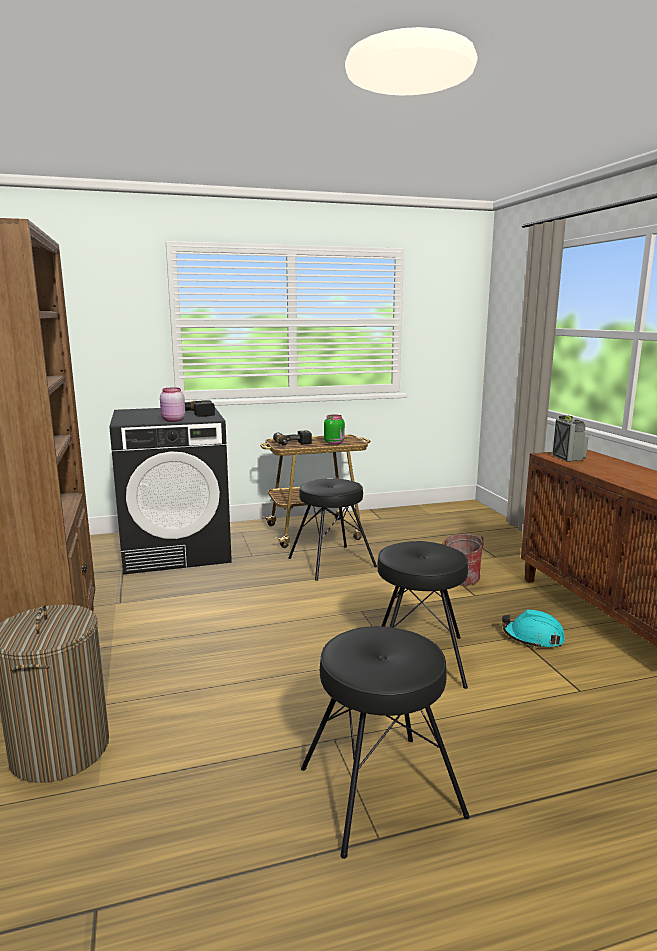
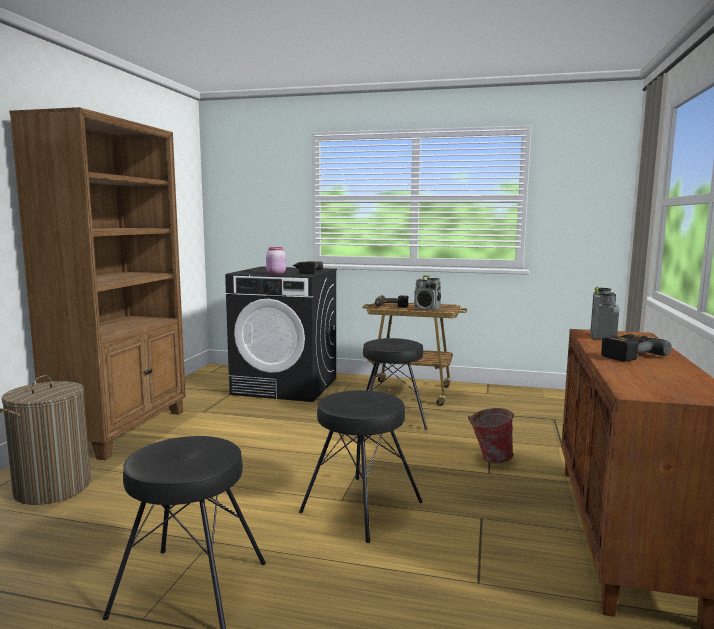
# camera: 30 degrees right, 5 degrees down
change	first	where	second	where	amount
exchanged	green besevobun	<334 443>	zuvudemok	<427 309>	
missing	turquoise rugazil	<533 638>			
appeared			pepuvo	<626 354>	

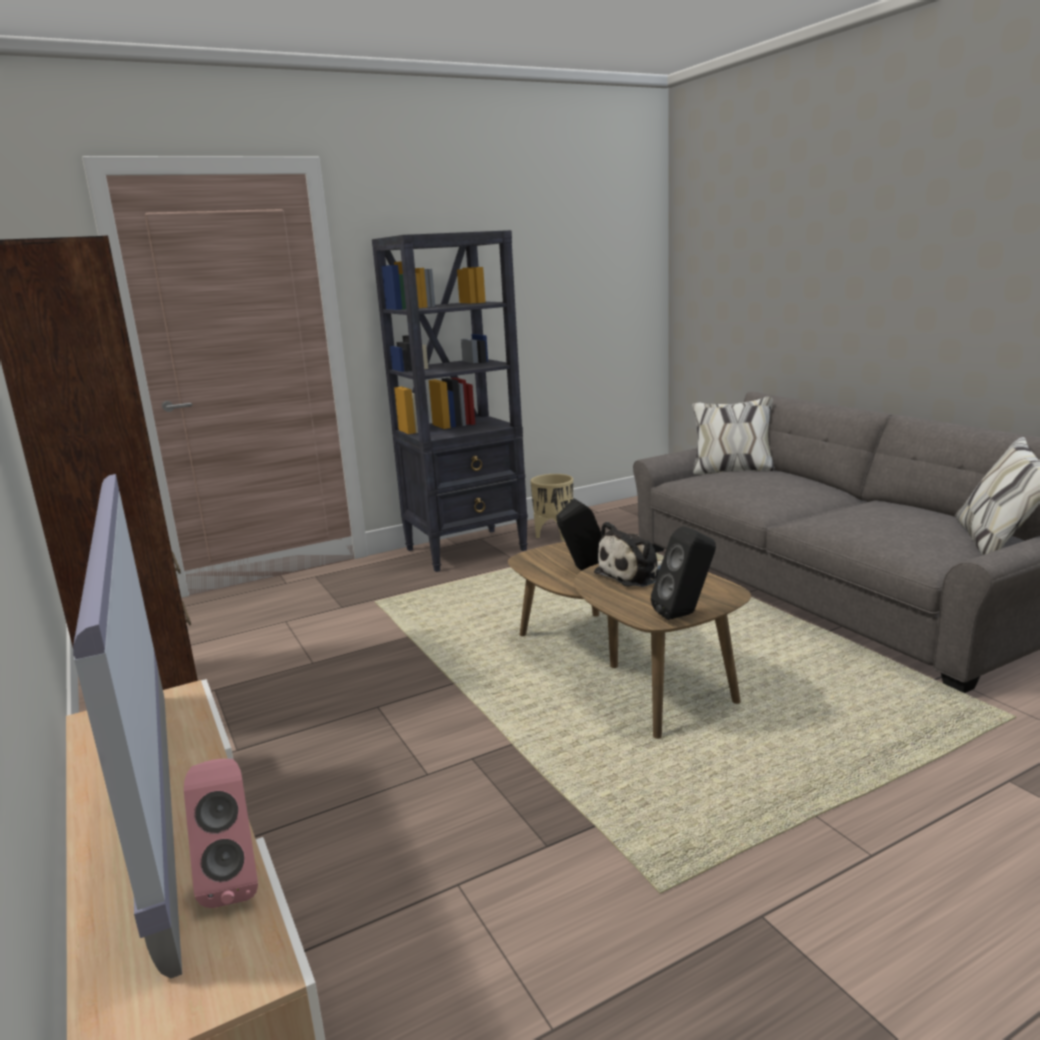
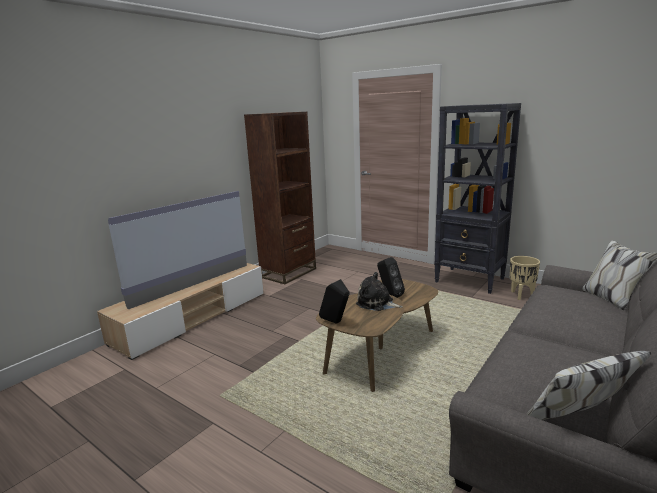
# camera: 65 degrees right, 0 degrees up
change	first	where	second	where	amount
missing	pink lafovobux	<234 881>			

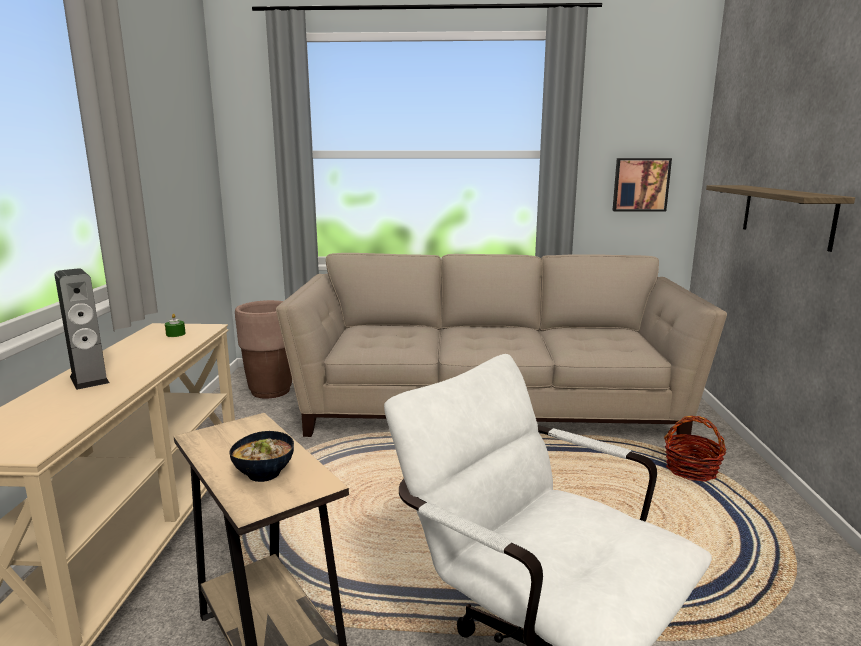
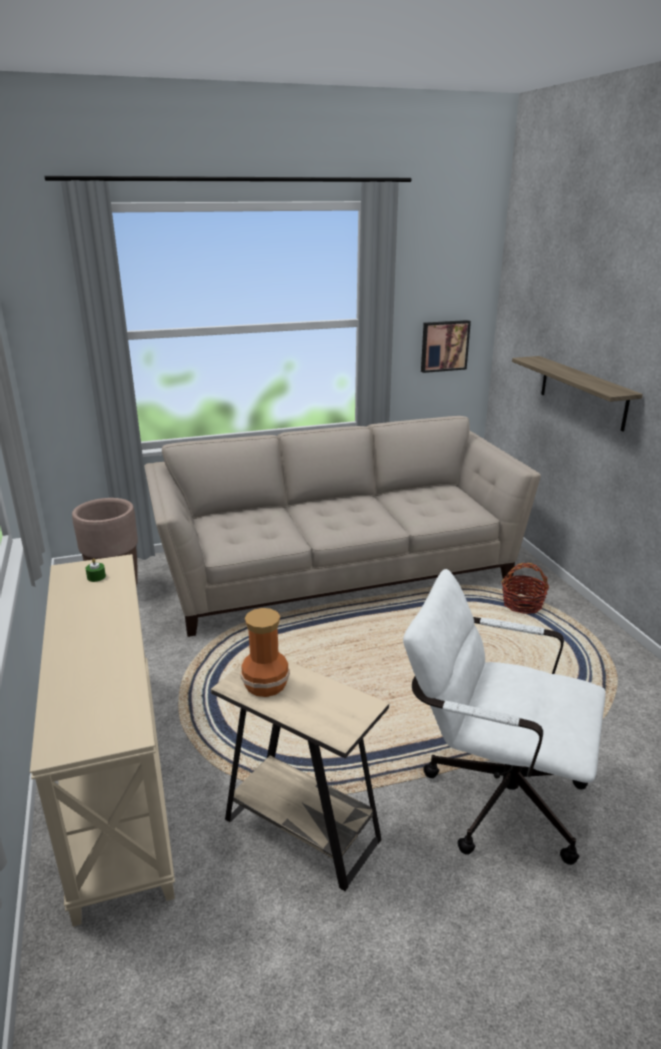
# camera: 20 degrees left, 10 degrees up
change	first	where	second	where	amount
missing	lafovobux	<89 380>			
missing	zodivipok	<265 473>			
appeared			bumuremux	<265 685>	

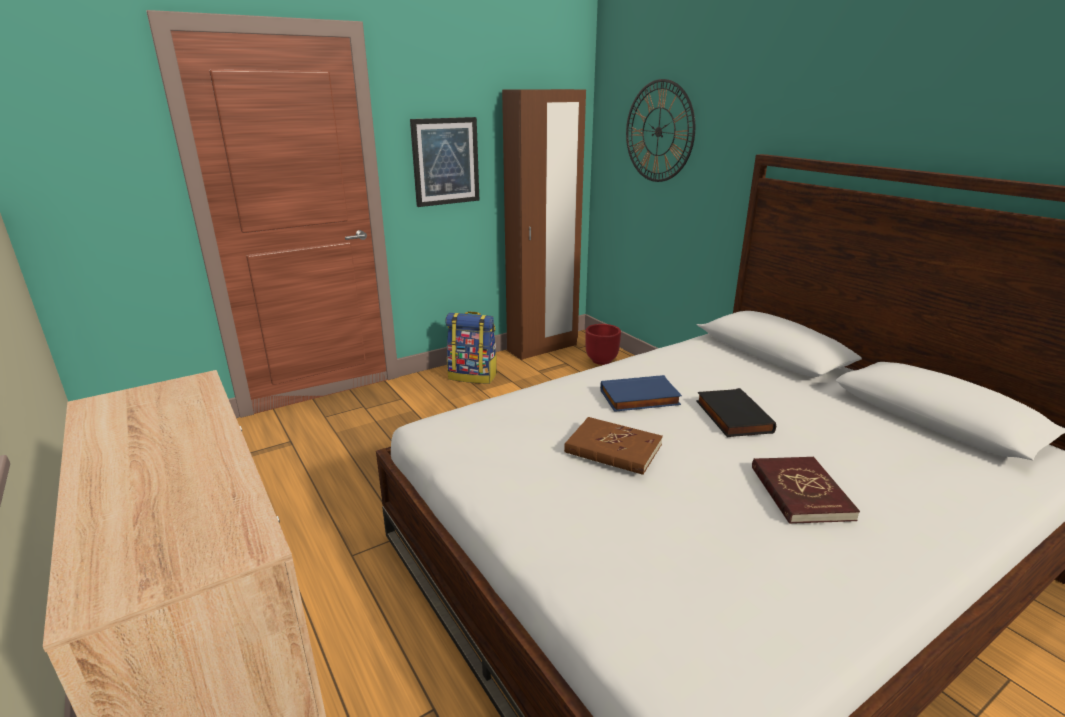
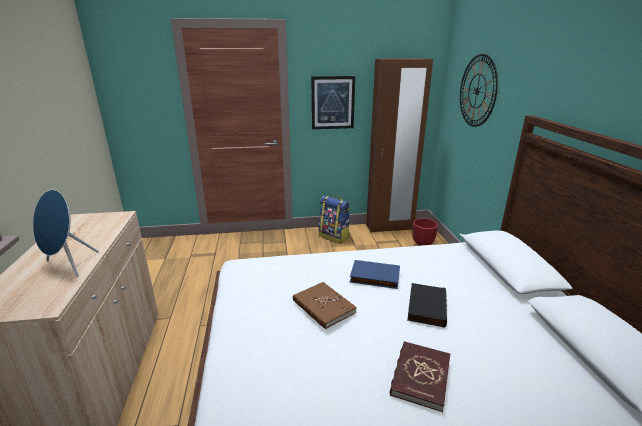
# camera: 25 degrees right, 0 degrees up
change	first	where	second	where	amount
appeared			blue lafovobux	<69 266>	

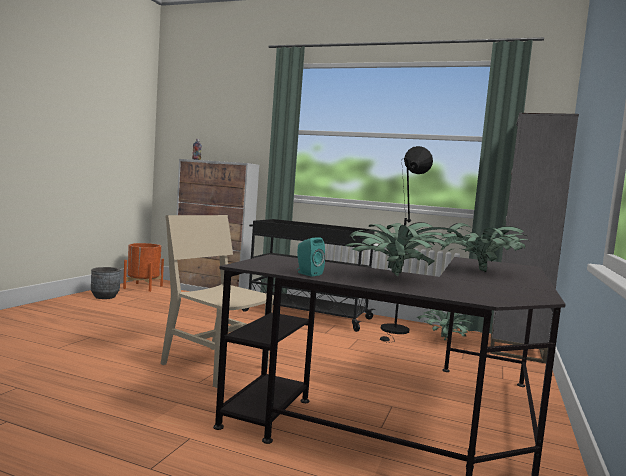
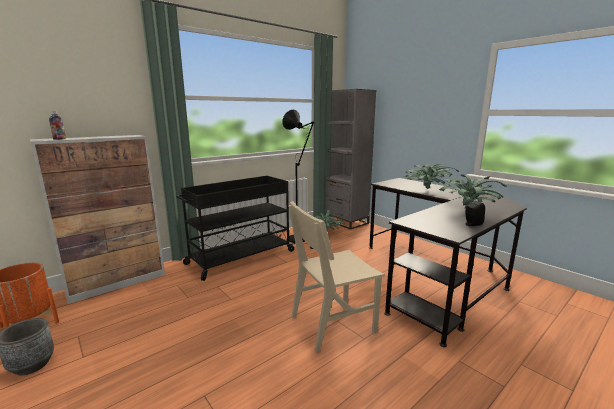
# camera: 60 degrees left, 10 degrees up
change	first	where	second	where	amount
colour	turquoise lafovobux	<307 274>	black lafovobux	<472 224>	

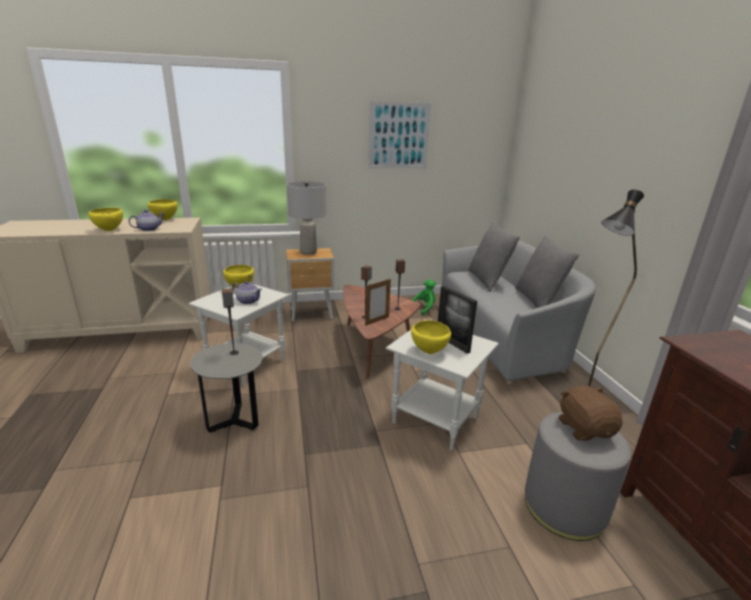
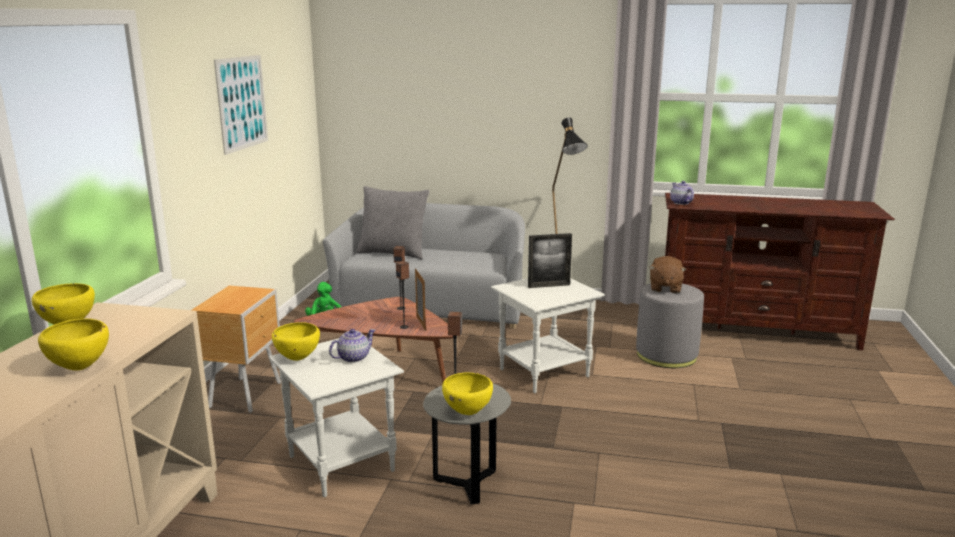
# camera: 65 degrees left, 5 degrees down
change	first	where	second	where	amount
missing	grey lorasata	<308 252>			
relocated	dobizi	<148 229>		<681 203>	
missing	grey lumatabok	<538 300>			
relocated	yellow zodivipok	<429 352>		<468 412>	
spun	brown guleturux	<584 428>		<665 288>	90 degrees counterclockwise

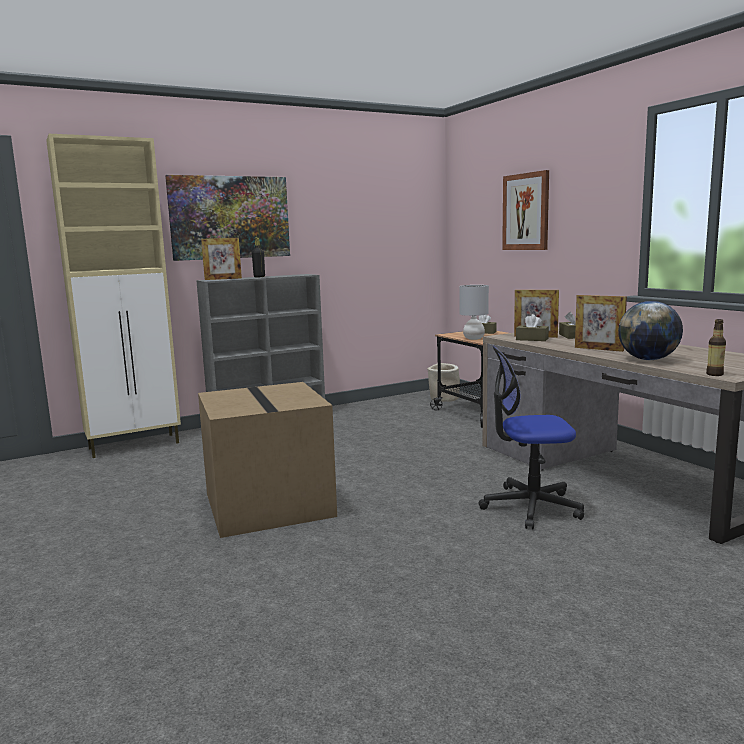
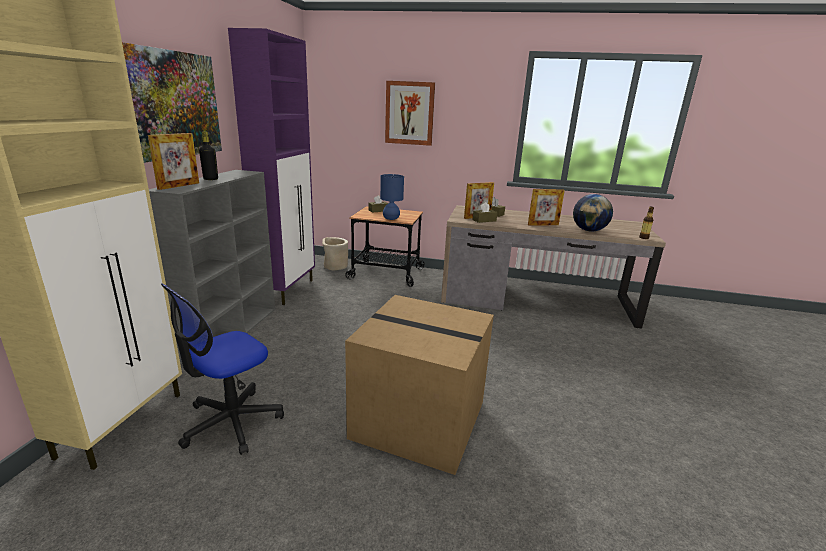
# camera: 50 degrees left, 10 degrees up
change	first	where	second	where	amount
colour	grey lorasata	<473 338>	blue lorasata	<391 218>	
relocated	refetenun	<530 507>		<231 422>	
appeared			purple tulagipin	<287 290>	

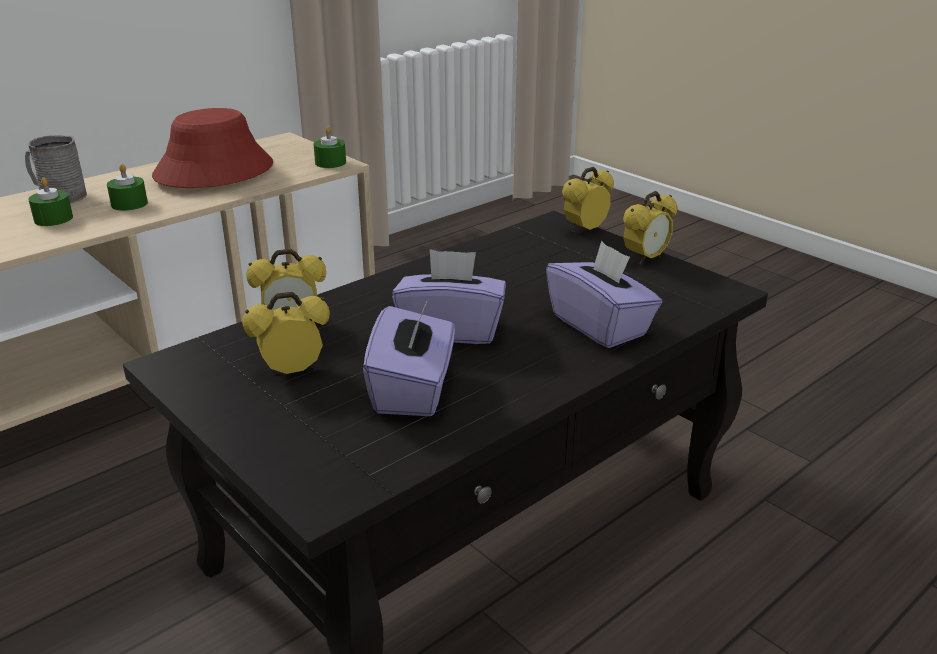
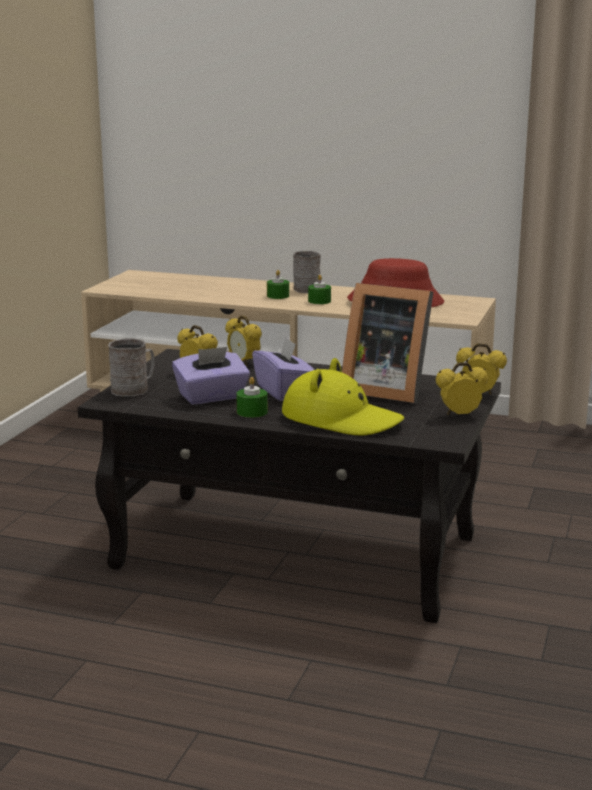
# camera: 60 degrees right, 10 degrees down
change	first	where	second	where	amount
relocated	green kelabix	<330 163>		<252 412>	
spun	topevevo	<645 259>		<459 415>	150 degrees clockwise
exchanged	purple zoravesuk	<600 325>	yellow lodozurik	<341 419>	
appeared			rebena	<385 390>	
appeared			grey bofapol	<134 389>	

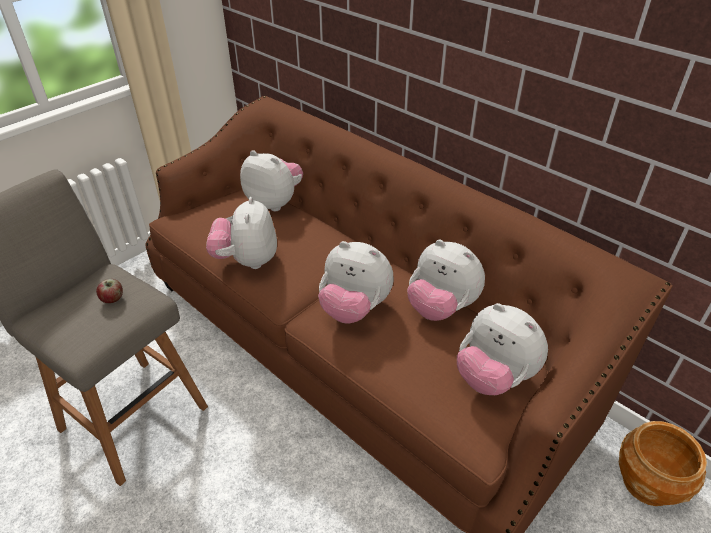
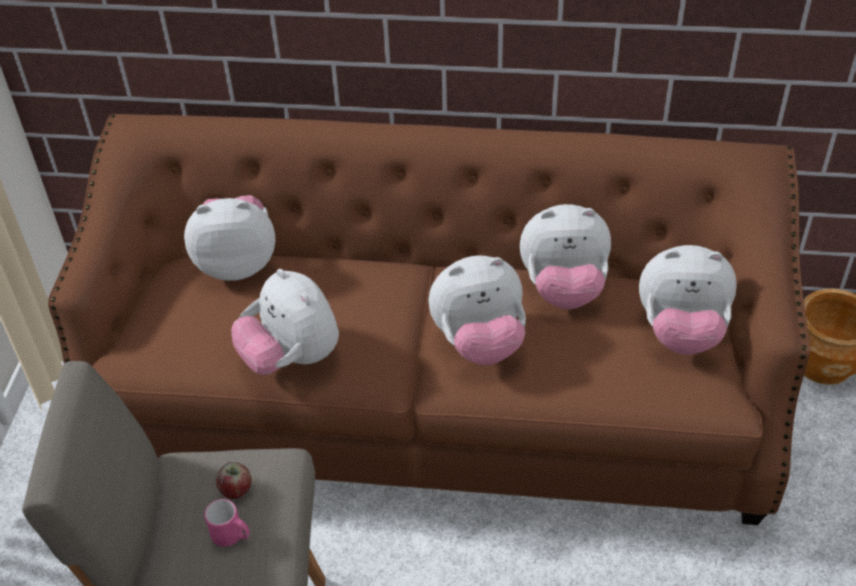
# camera: 35 degrees left, 5 degrees up
change	first	where	second	where	amount
appeared			pink bofapol	<232 536>	

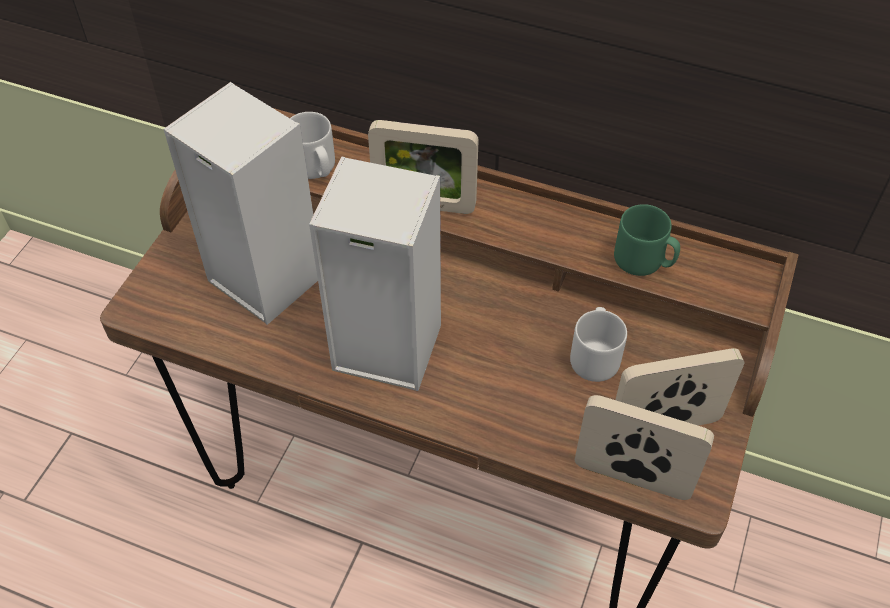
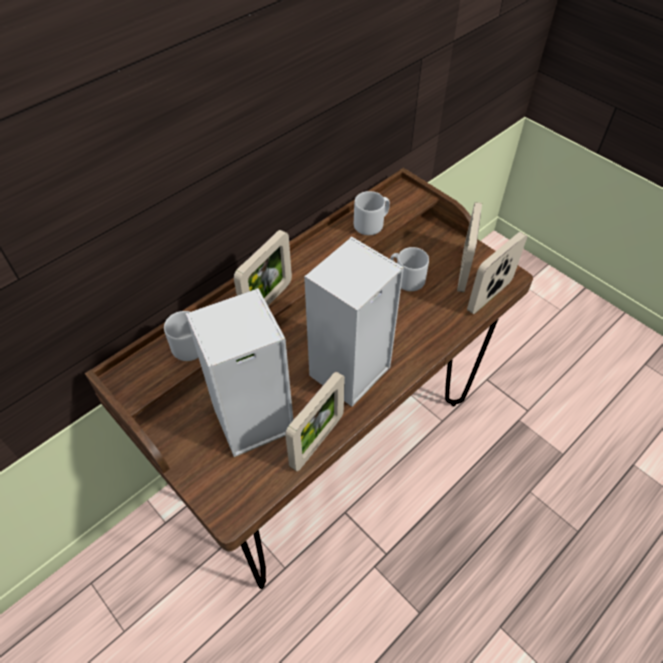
# camera: 65 degrees left, 0 degrees up
change	first	where	second	where	amount
colour	green bofapol	<644 261>	grey bofapol	<371 224>	
appeared			rebena	<317 441>	

